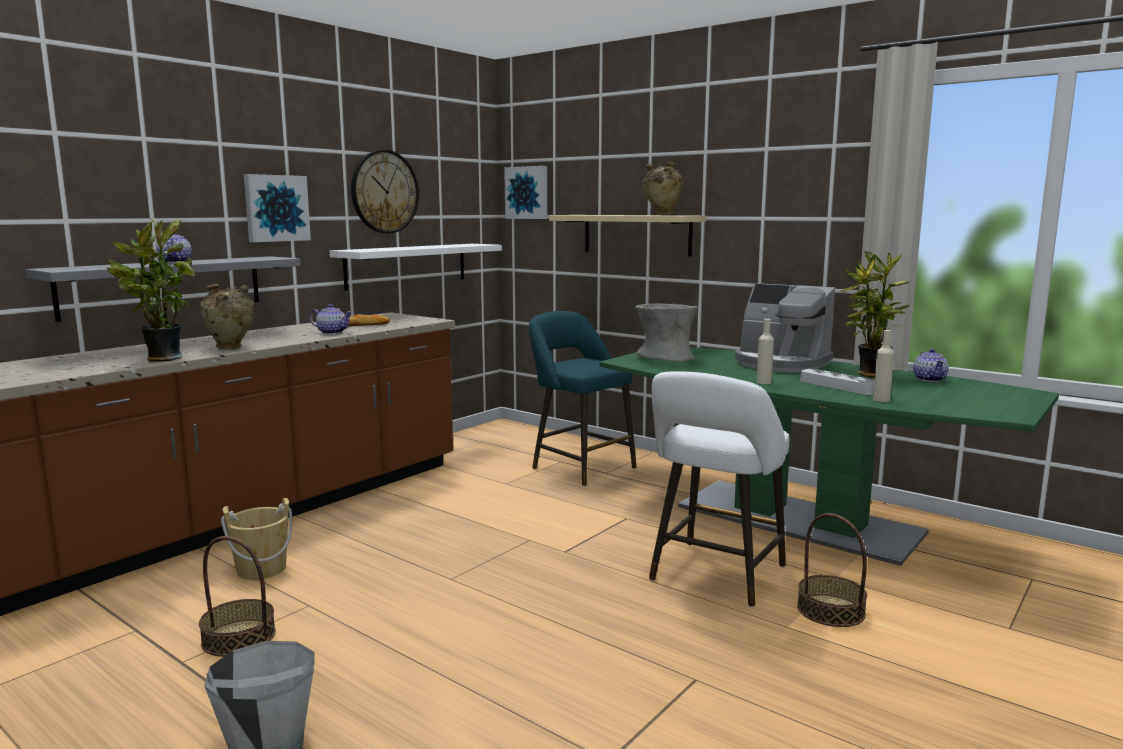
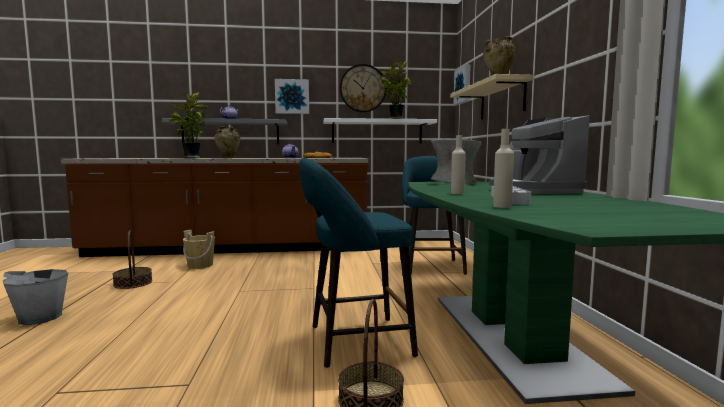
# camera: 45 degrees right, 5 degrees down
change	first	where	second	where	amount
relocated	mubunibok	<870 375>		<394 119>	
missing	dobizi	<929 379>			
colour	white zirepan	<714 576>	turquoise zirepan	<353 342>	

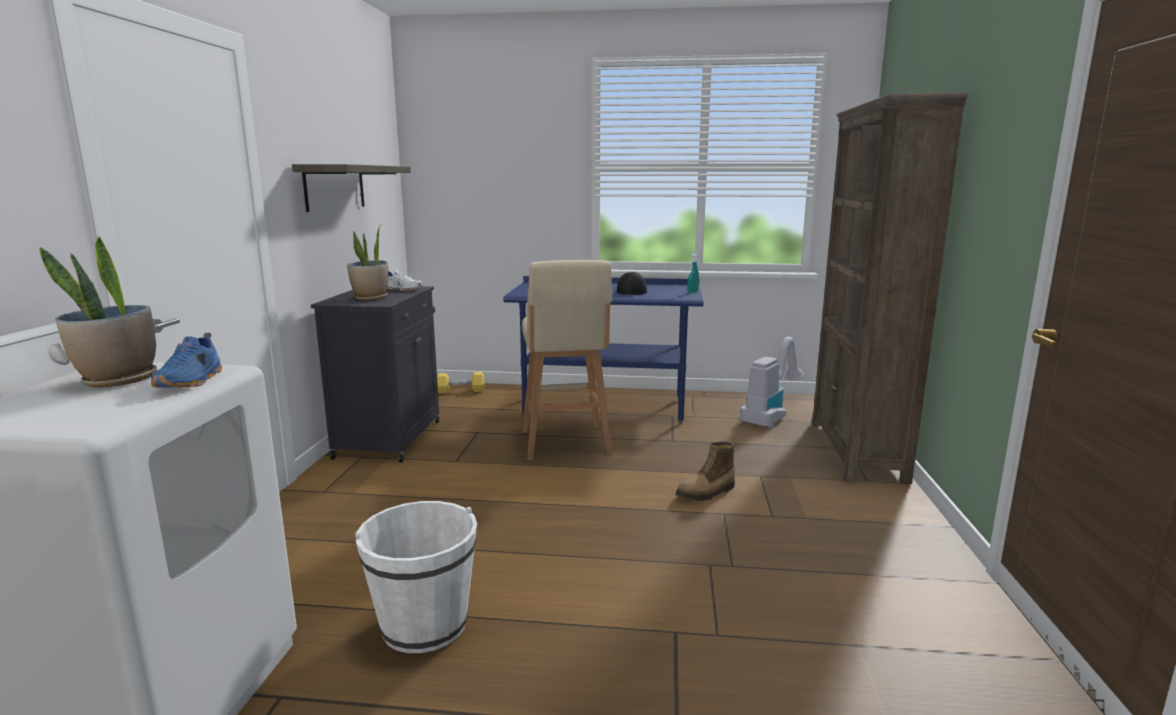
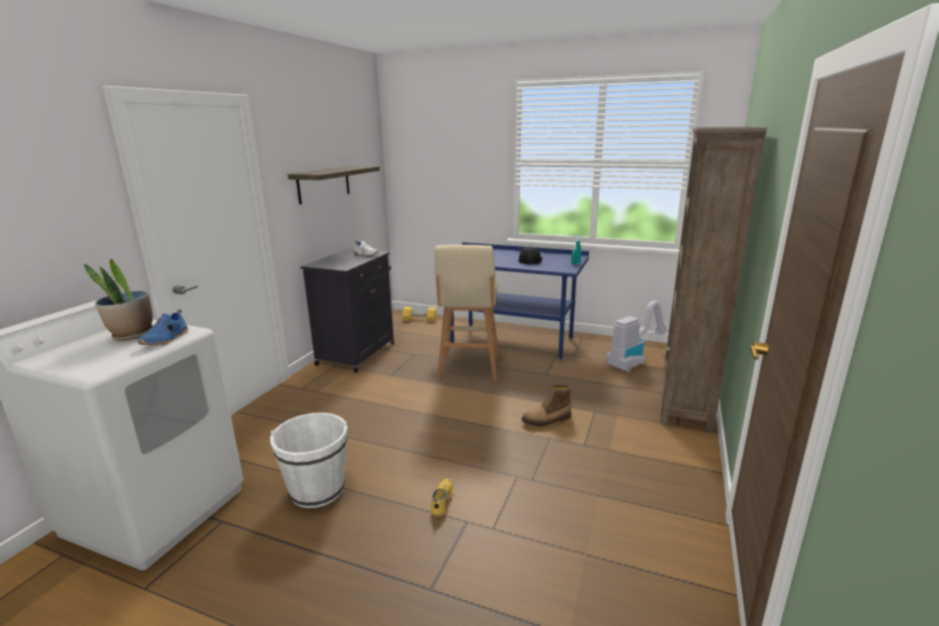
# camera: 15 degrees right, 5 degrees up
change	first	where	second	where	amount
missing	mubunibok	<371 298>			
appeared			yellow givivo	<440 501>	

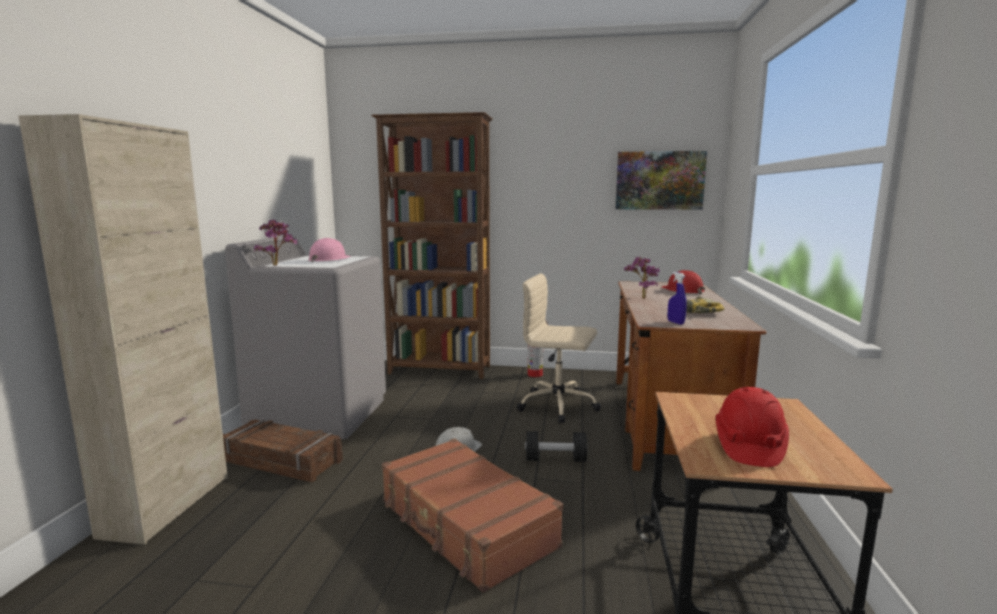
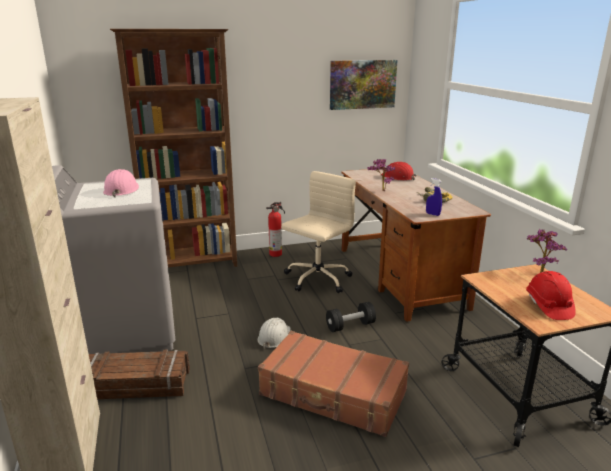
# camera: 25 degrees left, 10 degrees up
change	first	where	second	where	amount
relocated	mubunibok	<277 265>		<539 271>	
spun	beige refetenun	<559 405>		<317 279>	135 degrees clockwise

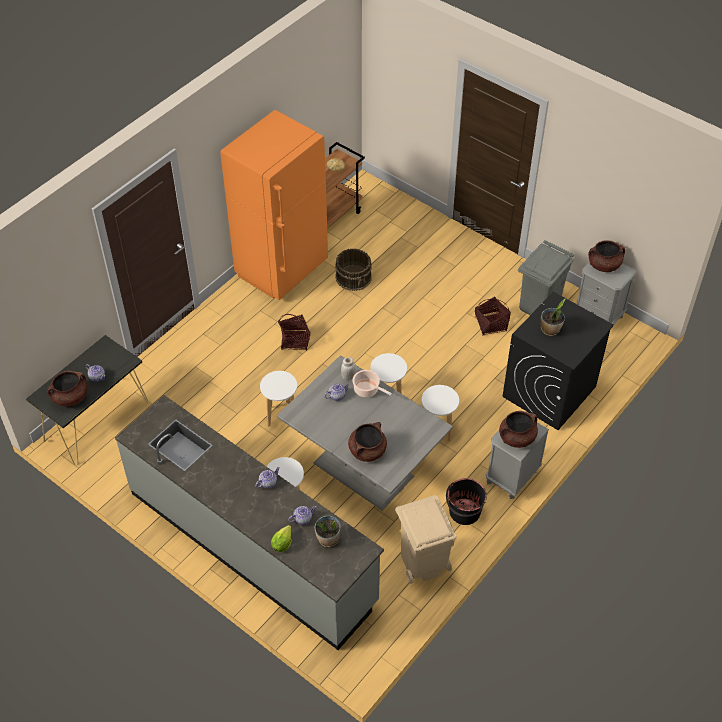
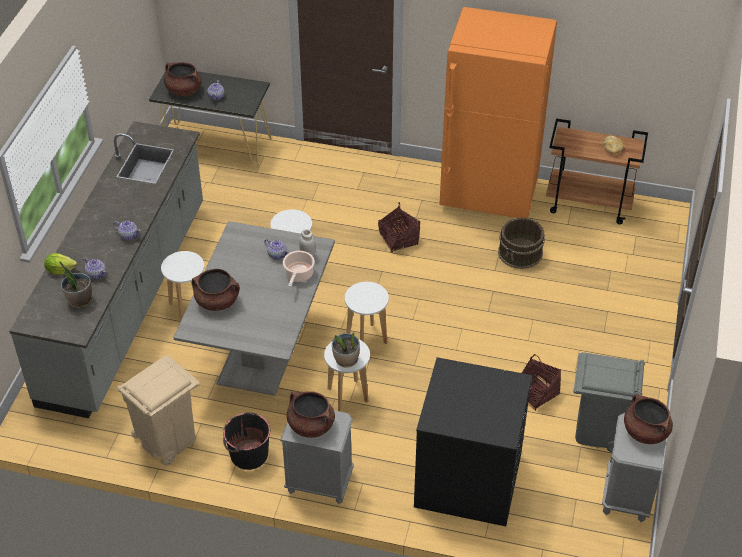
# camera: 65 degrees right, 5 degrees down
change	first	where	second	where	amount
relocated	mubunibok	<550 330>		<346 360>	

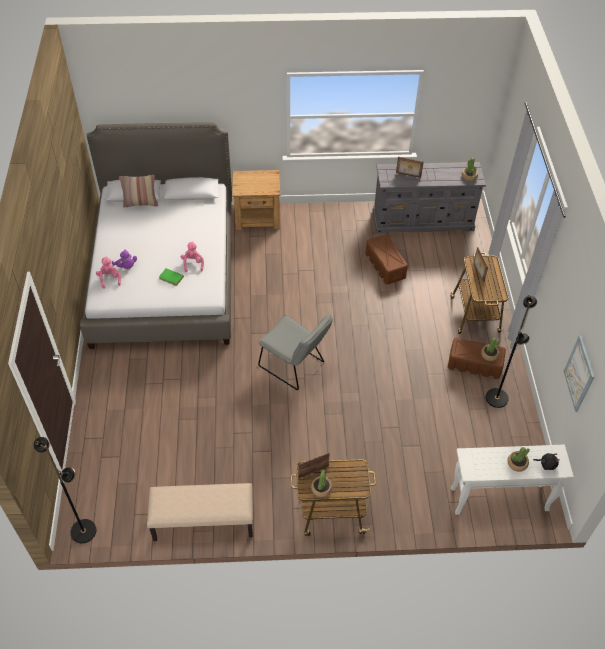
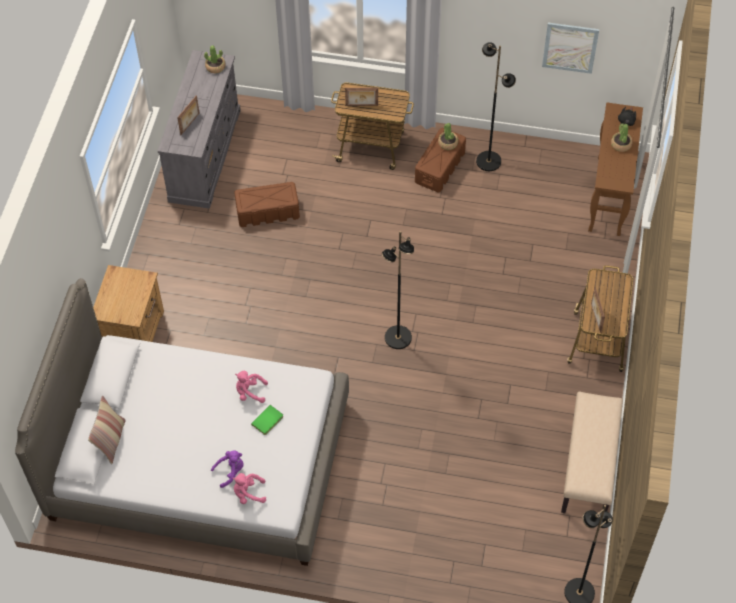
# camera: 75 degrees left, 5 degrees up
change	first	where	second	where	amount
exchanged	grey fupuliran	<295 366>	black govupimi	<397 338>	
colour	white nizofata	<498 499>	brown nizofata	<609 196>	
missing	mubunibok	<321 488>			

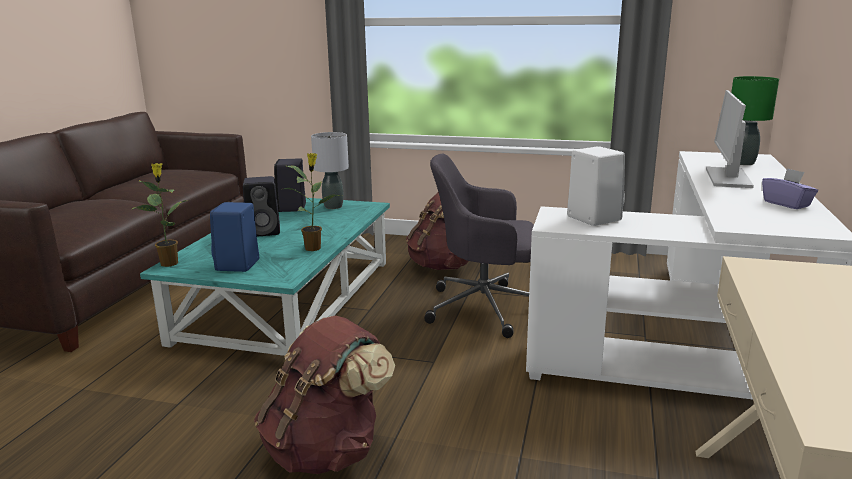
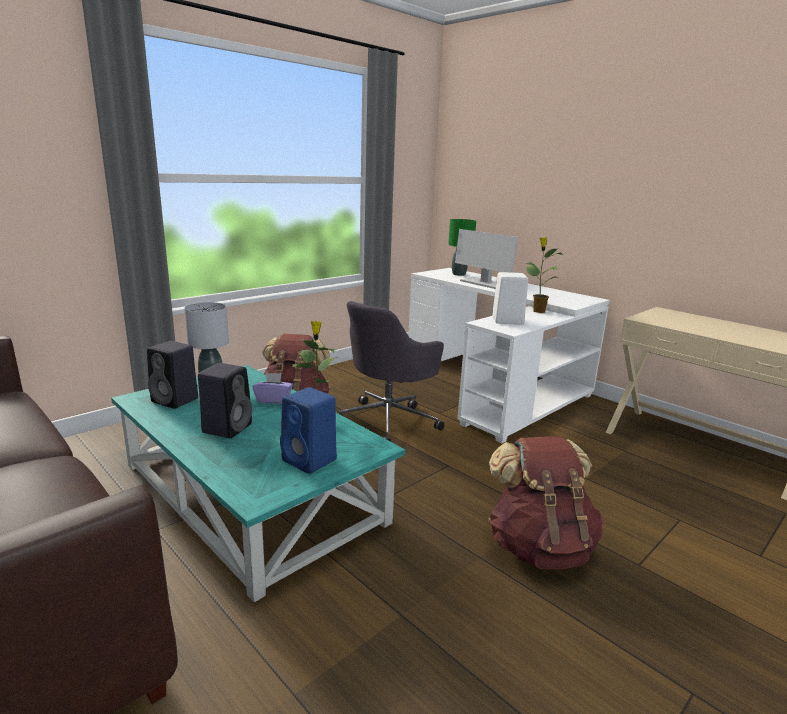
# camera: 60 degrees left, 0 degrees up
change	first	where	second	where	amount
relocated	mubunibok	<169 263>		<538 311>	
relocated	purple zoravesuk	<786 204>		<273 400>	

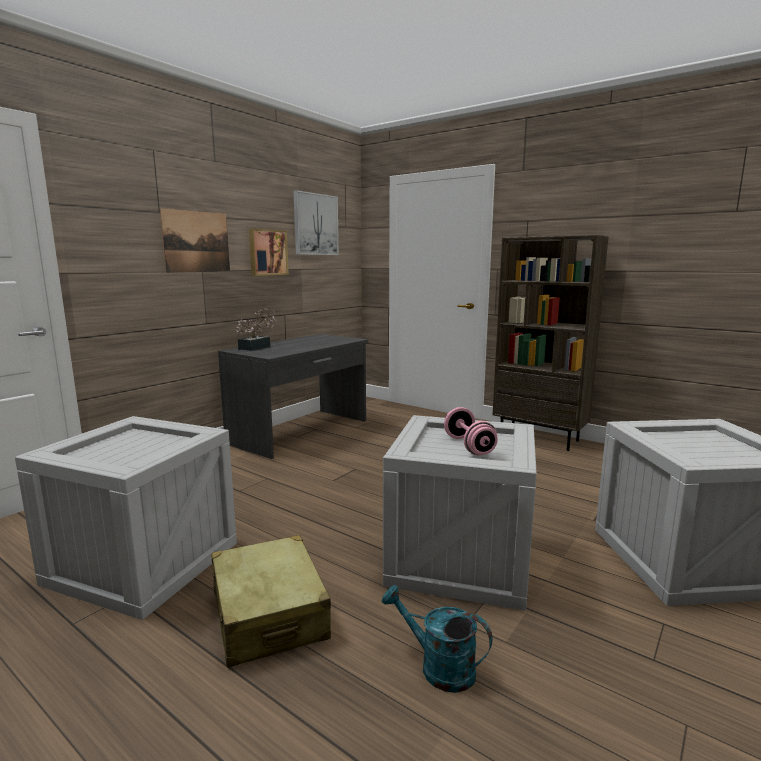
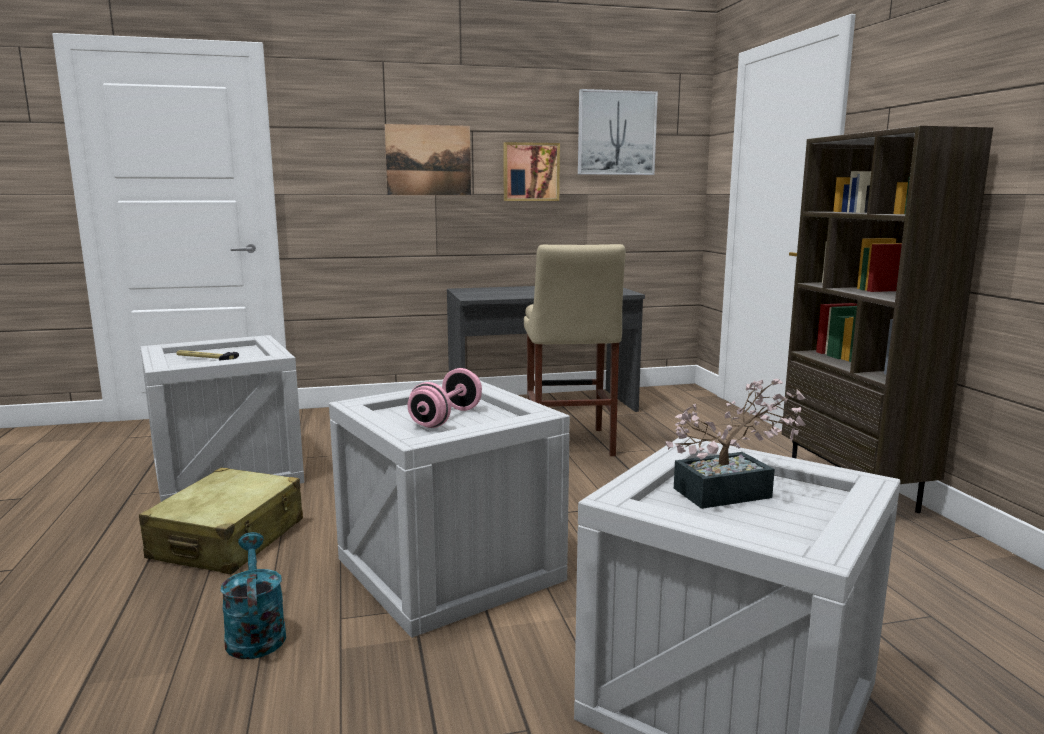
# camera: 40 degrees right, 0 degrees up
change	first	where	second	where	amount
relocated	mubunibok	<257 347>		<732 492>	
appeared			beige zirepan	<569 445>	
appeared			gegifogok	<205 359>	

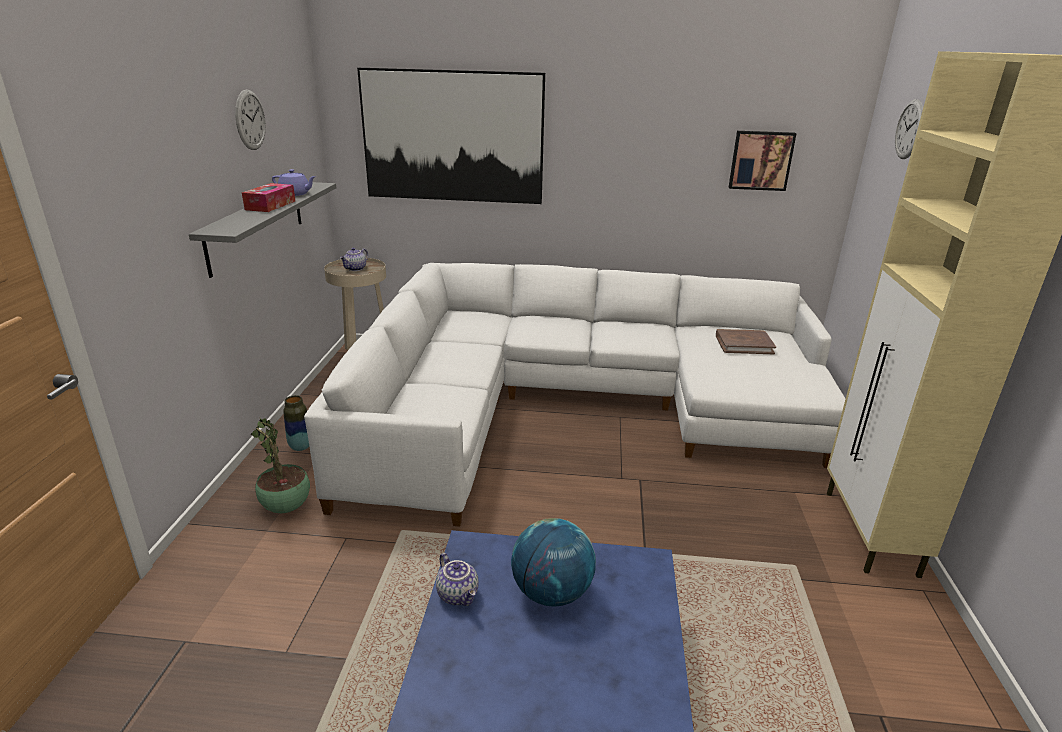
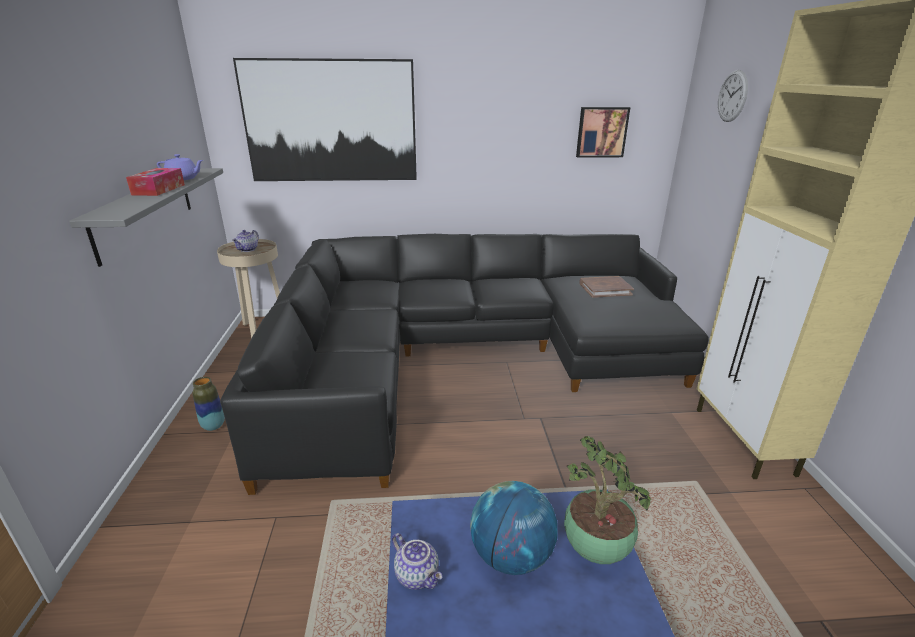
# camera: 10 degrees left, 0 degrees up
change	first	where	second	where	amount
missing	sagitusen	<250 120>			
colour	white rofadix	<573 406>	black rofadix	<464 357>	
relocated	mubunibok	<286 508>		<597 551>	

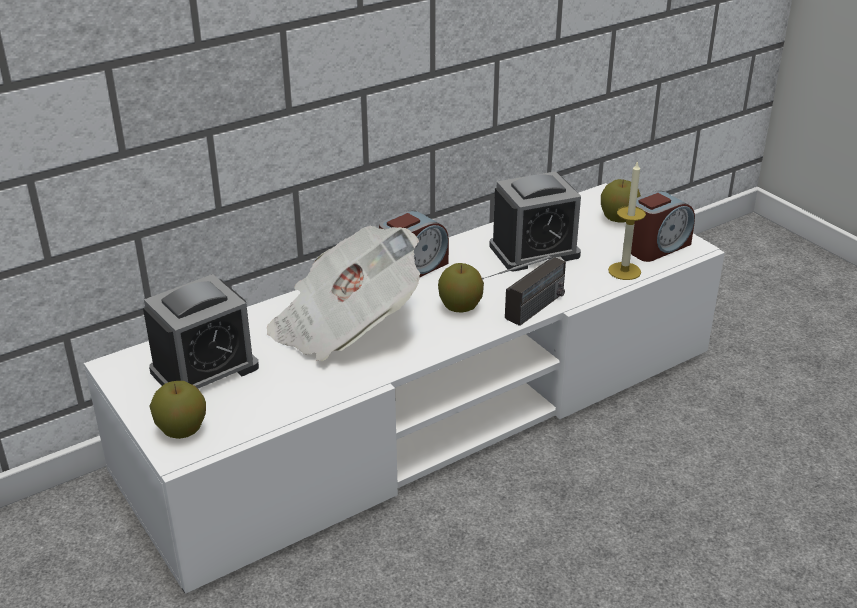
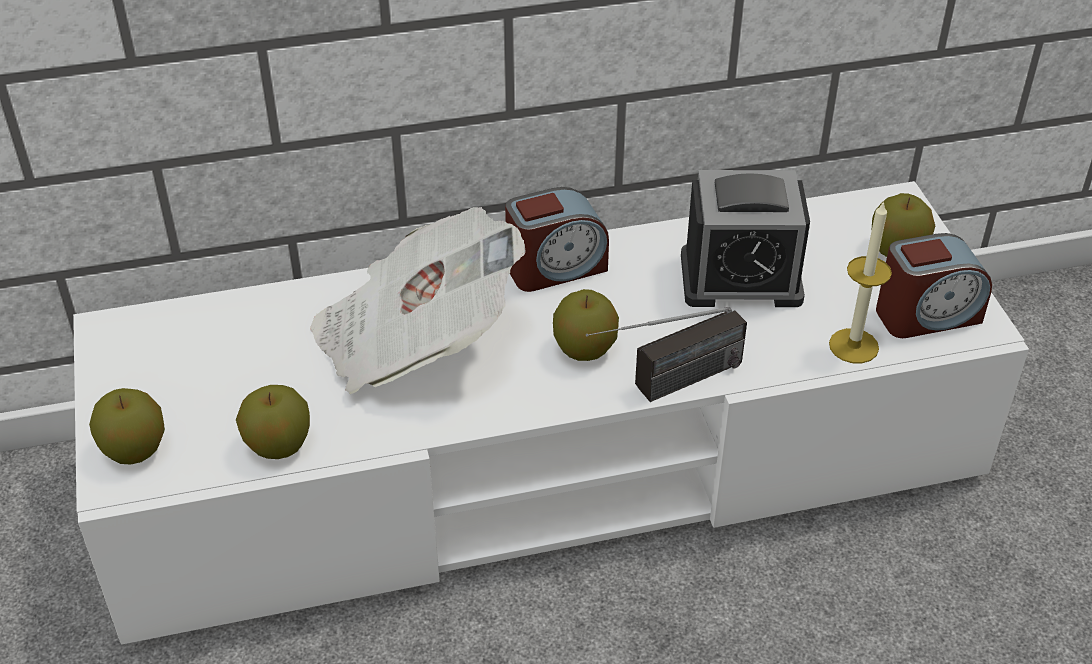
# camera: 20 degrees right, 10 degrees up
change	first	where	second	where	amount
missing	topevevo	<204 369>			
appeared			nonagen	<278 445>	

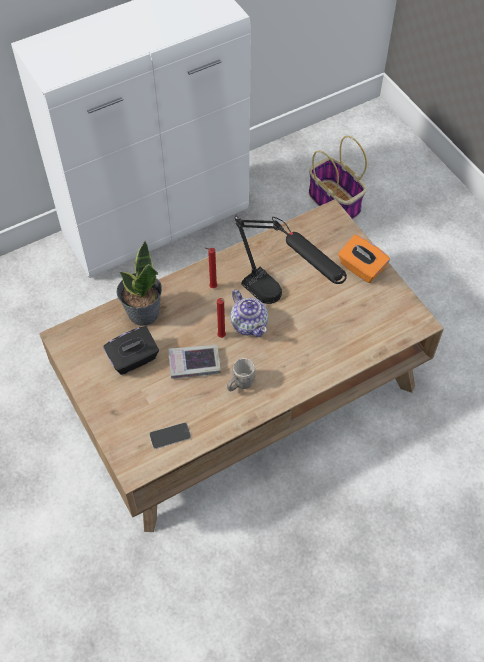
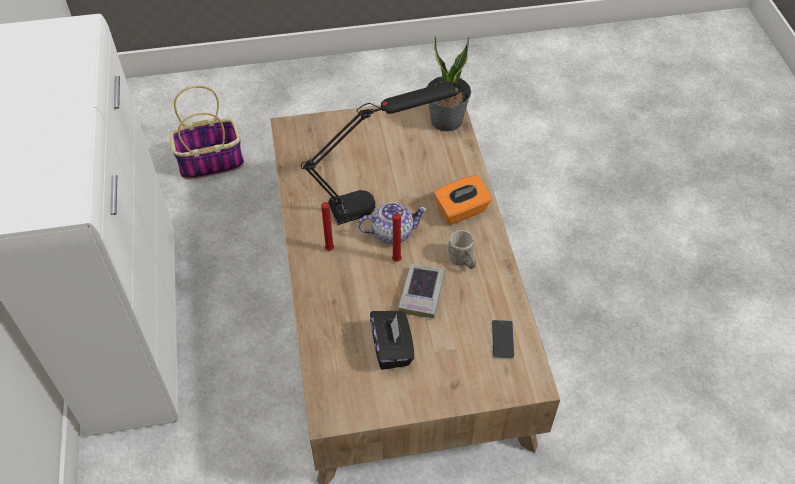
# camera: 70 degrees left, 5 degrees down
change	first	where	second	where	amount
relocated	orange zoravesuk	<361 268>		<461 210>	
relocated	mubunibok	<143 313>		<446 120>	

